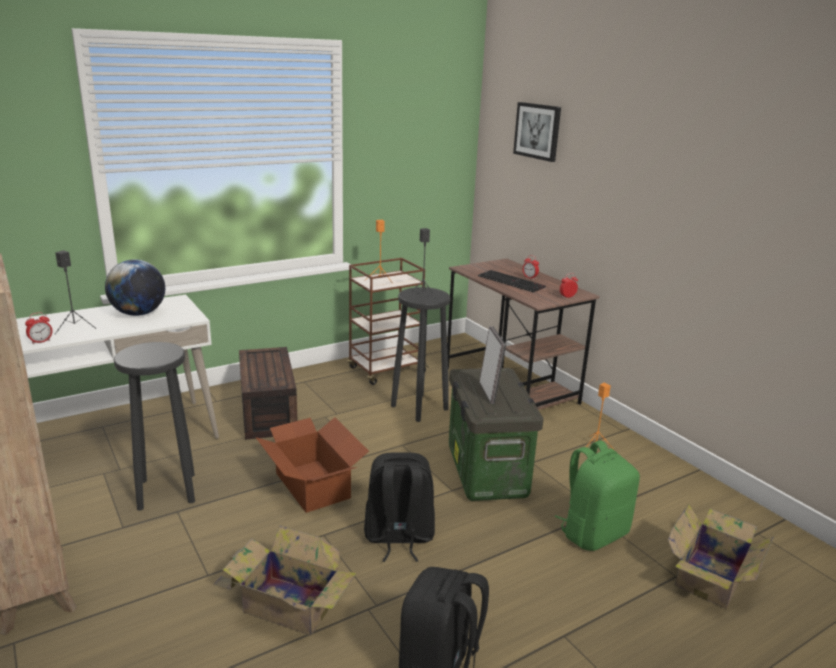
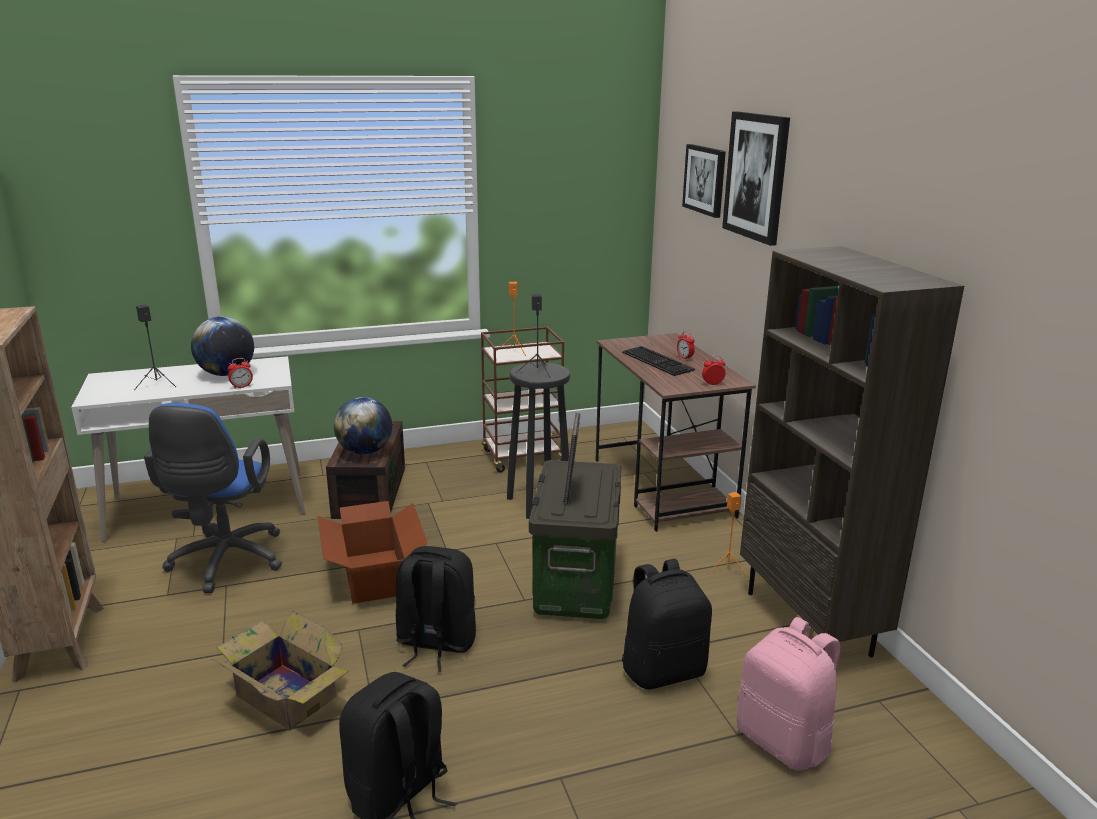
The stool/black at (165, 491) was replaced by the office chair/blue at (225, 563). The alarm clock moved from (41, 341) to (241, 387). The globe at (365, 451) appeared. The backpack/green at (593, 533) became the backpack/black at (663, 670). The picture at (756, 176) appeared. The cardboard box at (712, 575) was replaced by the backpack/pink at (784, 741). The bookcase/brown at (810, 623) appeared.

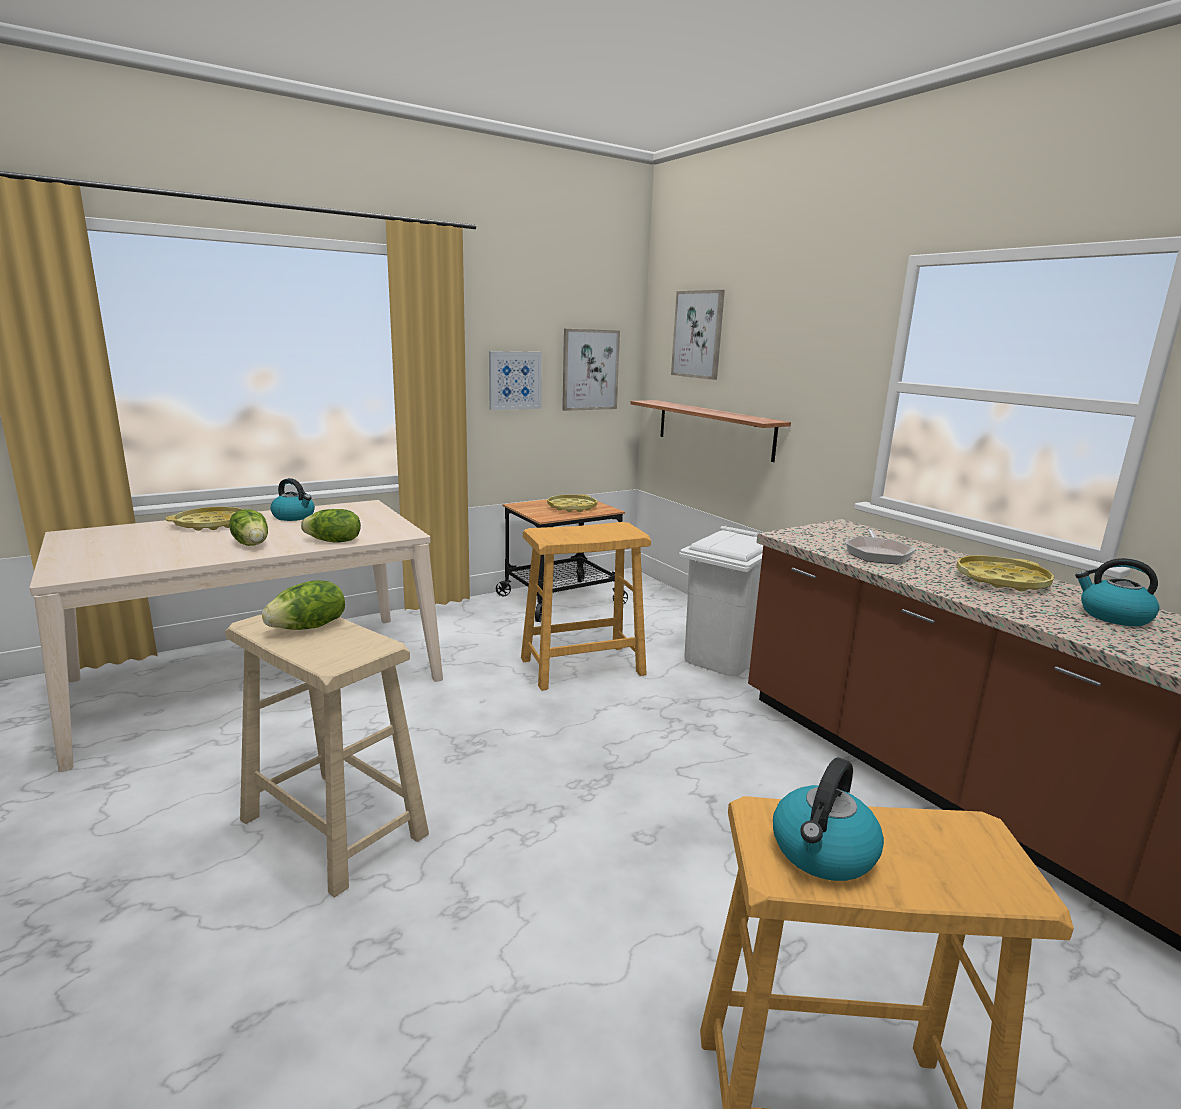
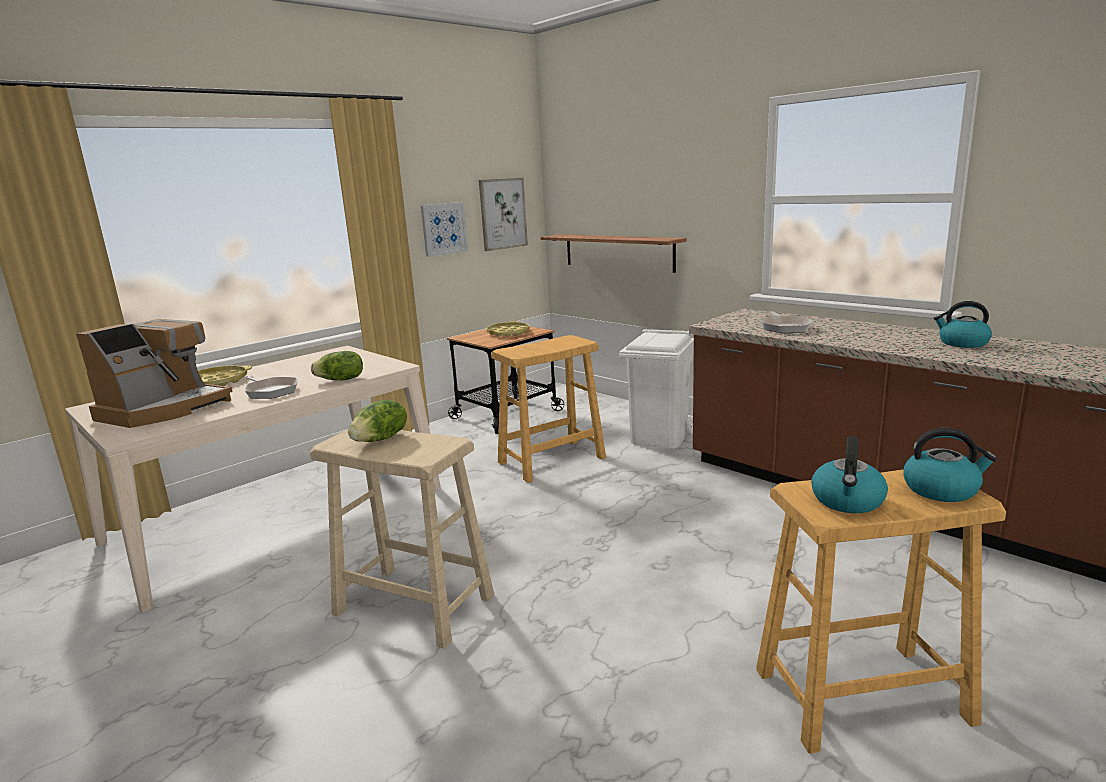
The coffee machine at (165, 409) appeared. The lettuce at (252, 544) was replaced by the frying pan at (271, 391). The kettle moved from (294, 517) to (941, 490). The picture at (698, 334) disappeared. The tray/yellow at (1001, 580) disappeared.

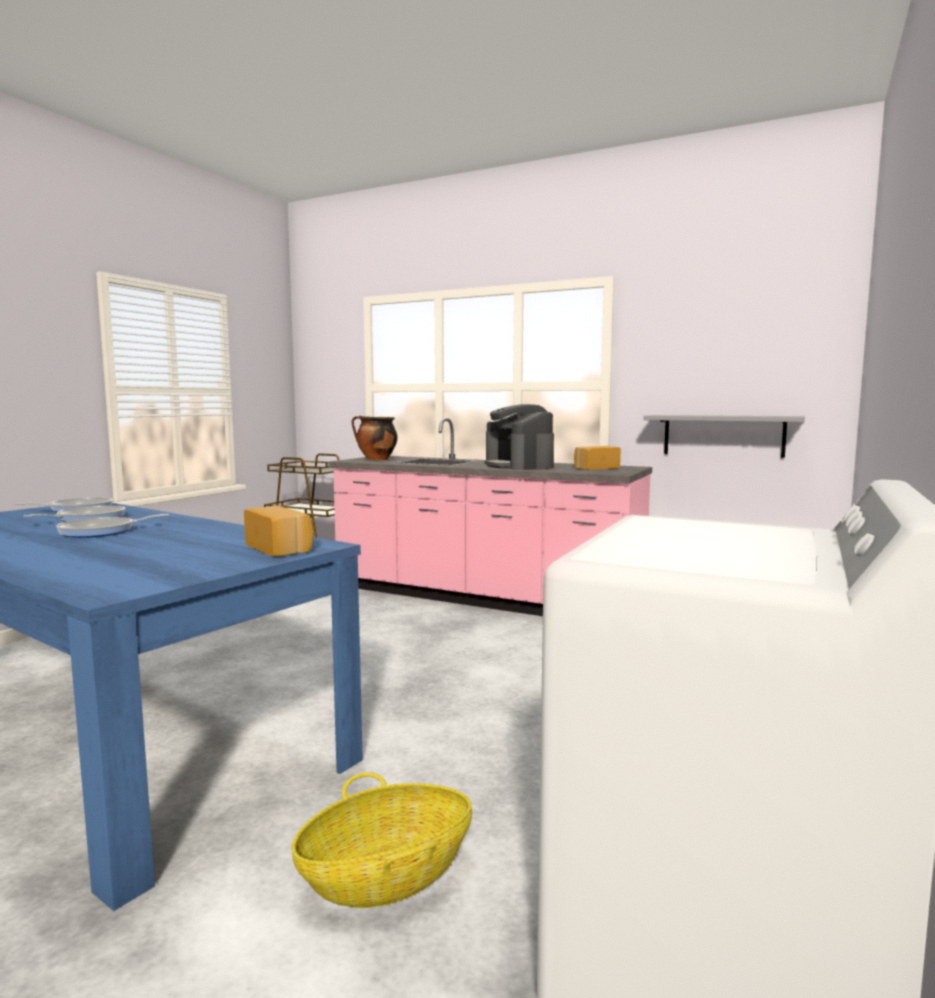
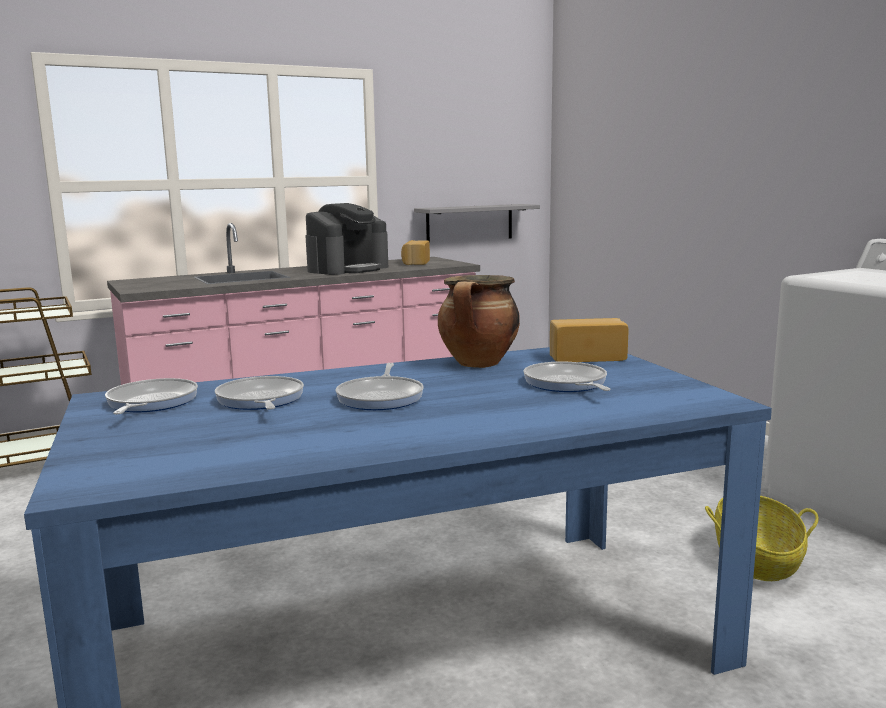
The coffee machine at (519, 466) turned 60 degrees counterclockwise. The cooking pot moved from (376, 459) to (478, 364). The frying pan at (566, 384) appeared.

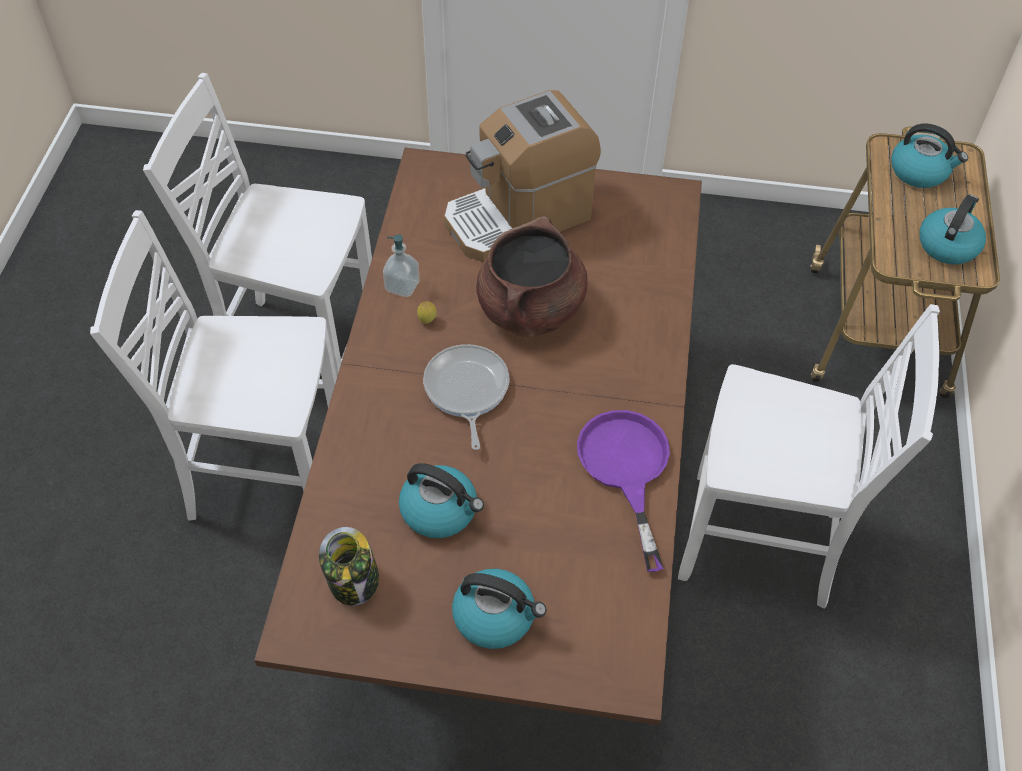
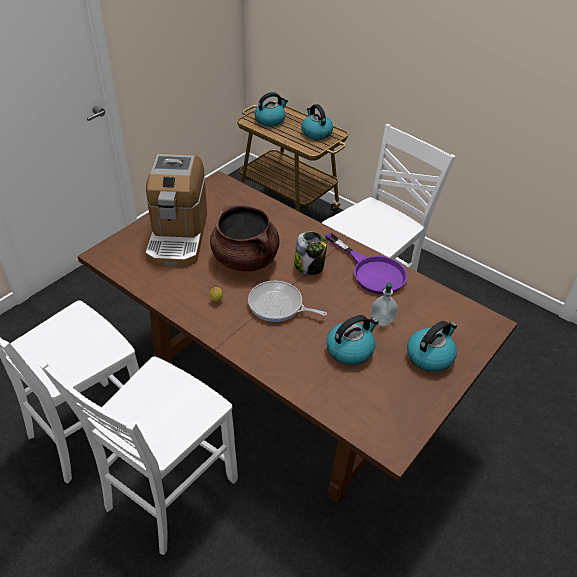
The jar moved from (353, 581) to (309, 266). The frying pan/purple at (626, 469) turned 150 degrees counterclockwise. The soap dispenser moved from (402, 286) to (382, 319).

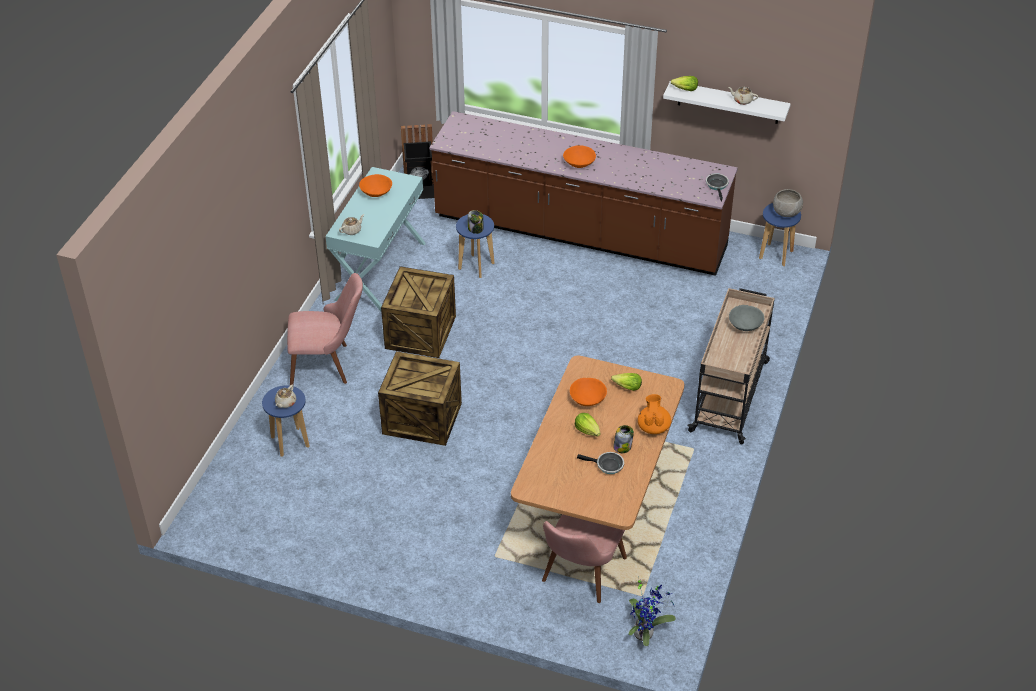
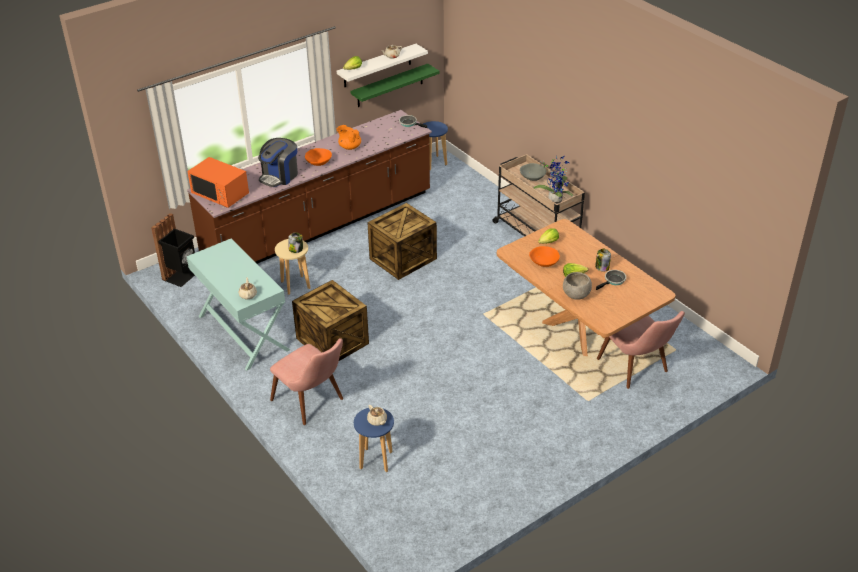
The microwave/orange at (220, 195) appeared. The coffee machine at (279, 176) appeared. The chair/pink at (328, 364) turned 105 degrees clockwise. The stool/blue at (476, 266) became the stool/beige at (295, 285). The teapot/orange moved from (653, 427) to (349, 147). The shelf/green at (390, 85) appeared. The crate moved from (421, 419) to (403, 259). The potted plant moved from (645, 633) to (555, 199). The bowl/grey moved from (786, 213) to (576, 295). The bowl/orange at (376, 192) disappeared.

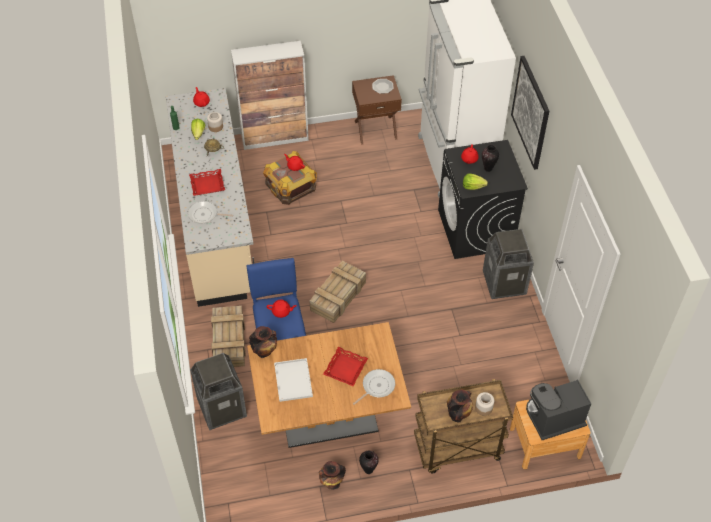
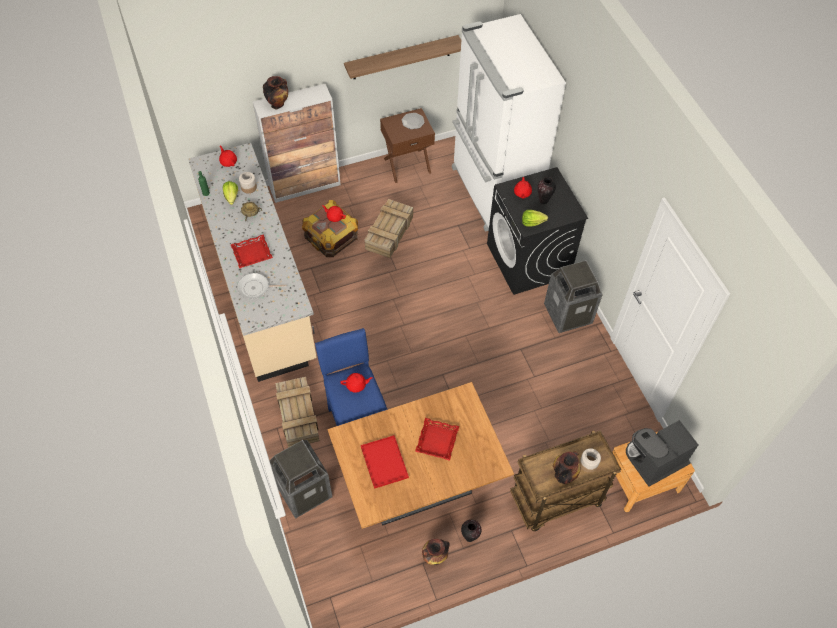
The vase moved from (265, 351) to (278, 104). The shelf at (401, 57) appeared. The tray/white at (294, 381) became the tray/red at (385, 463). The crate moved from (338, 297) to (389, 234). The frying pan at (377, 386) disappeared. The picture at (531, 112) disappeared.

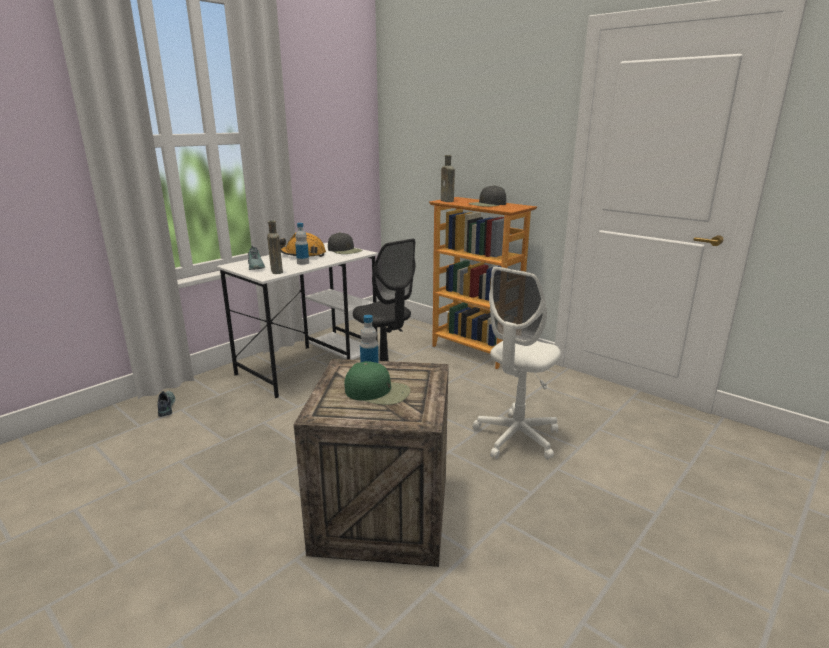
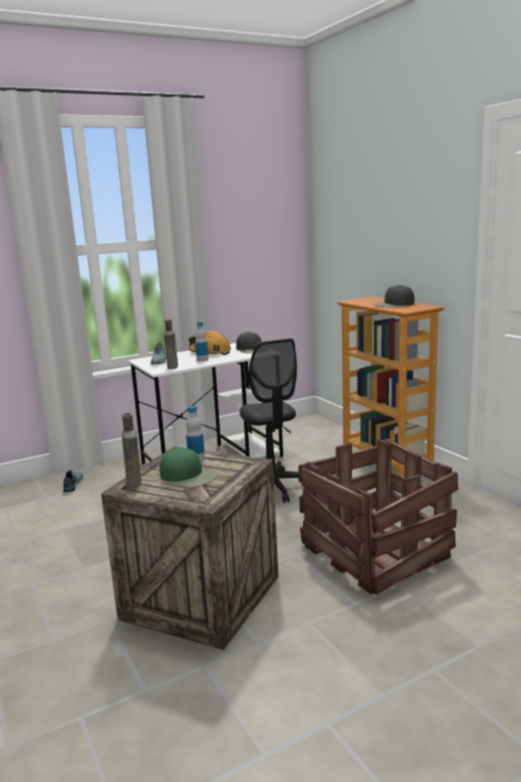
The bottle/brown moved from (447, 201) to (134, 482). The office chair/white at (516, 438) was replaced by the crate at (374, 551).

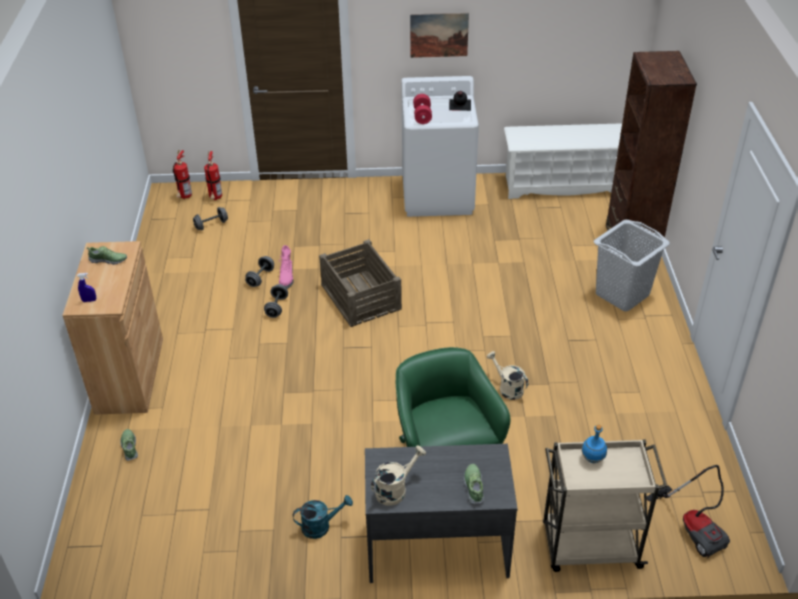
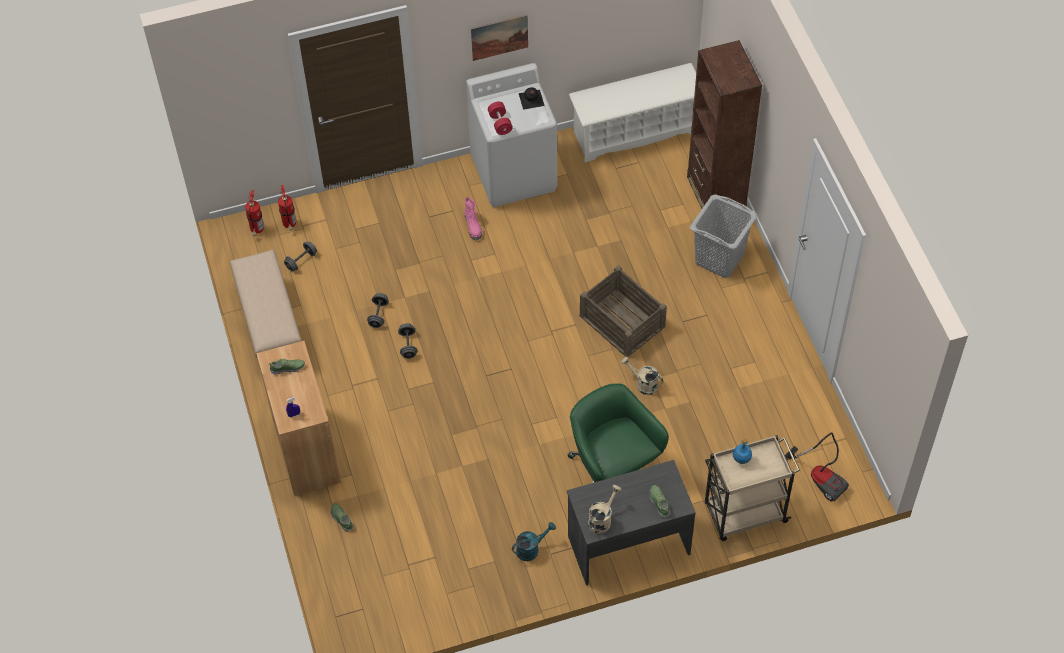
The bench/beige at (270, 326) appeared. The boot/pink moved from (287, 278) to (473, 227). The crate moved from (361, 296) to (622, 320).

